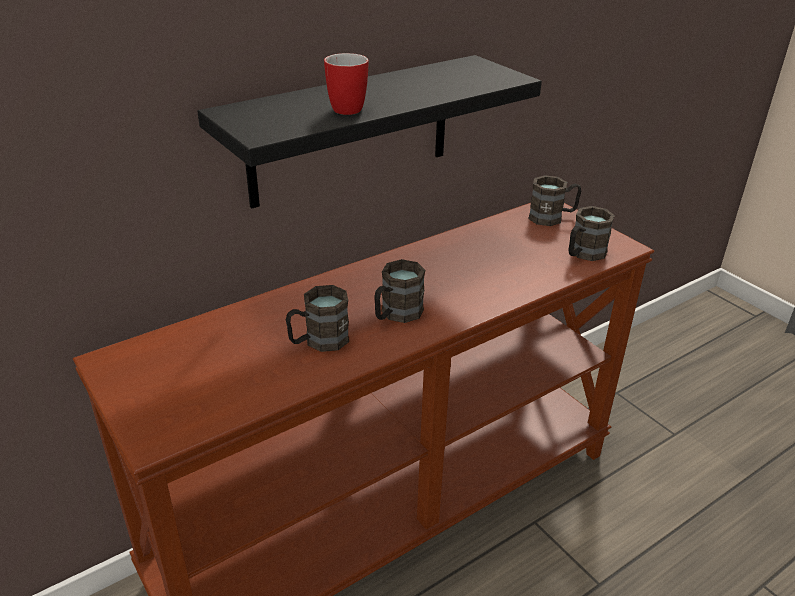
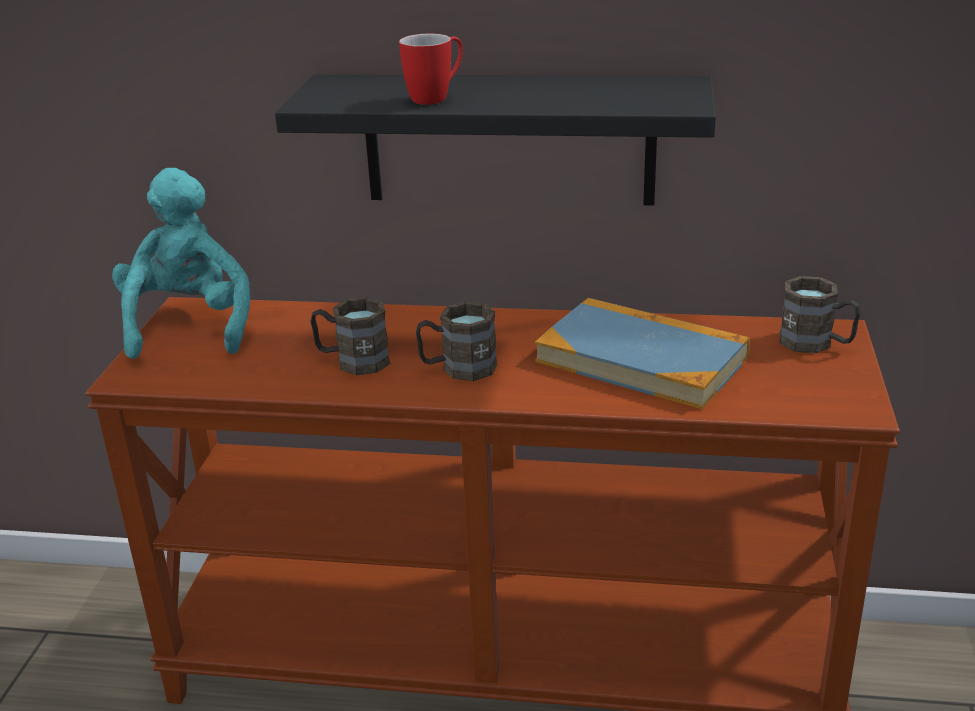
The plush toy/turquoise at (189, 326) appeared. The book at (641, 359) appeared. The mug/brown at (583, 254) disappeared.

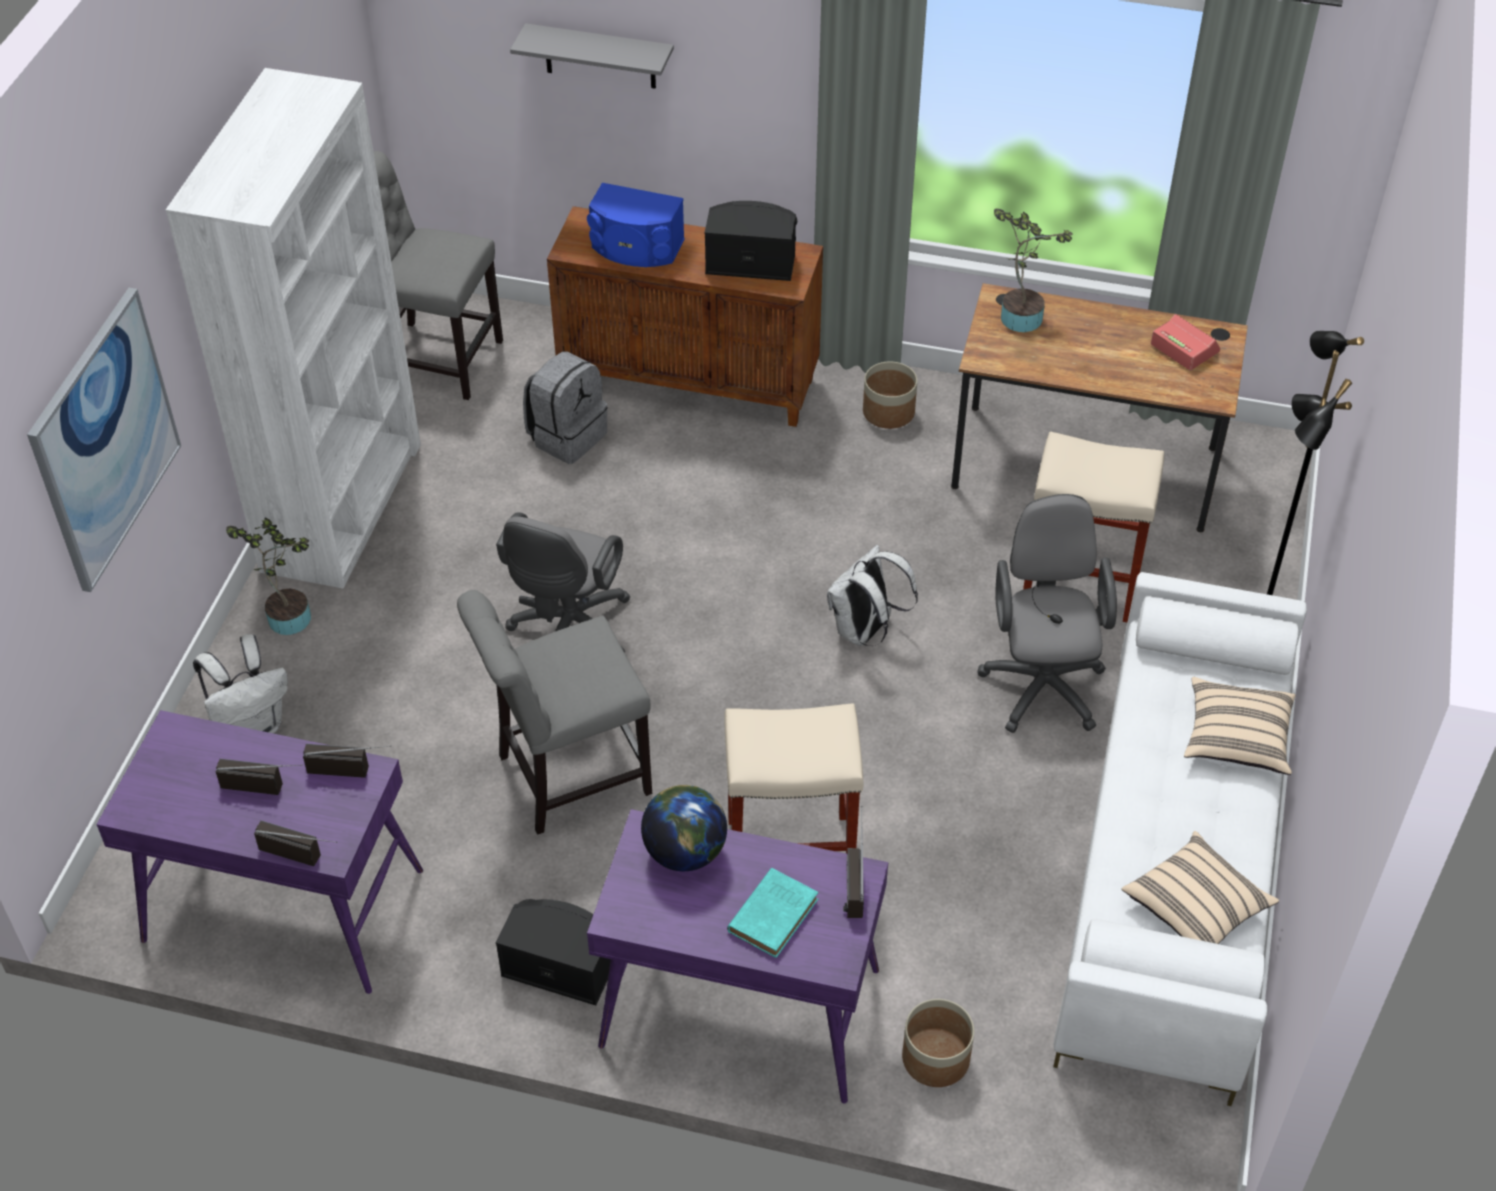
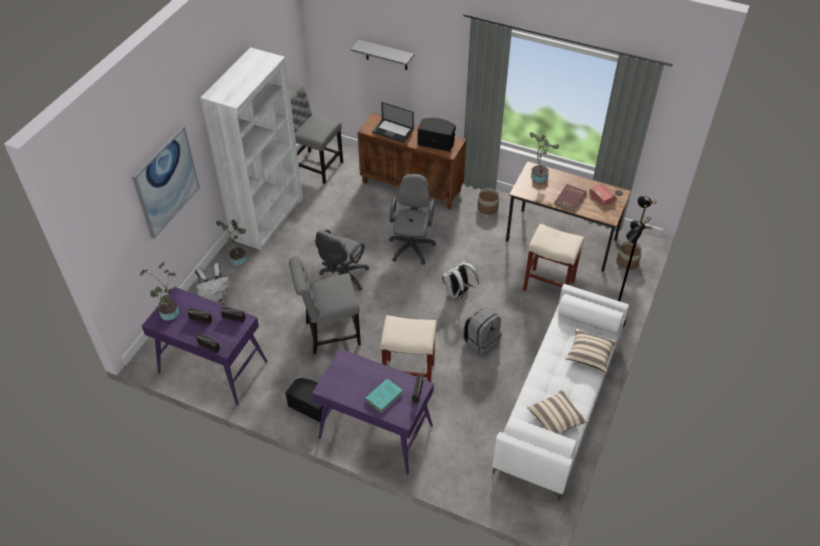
The potted plant at (169, 314) appeared. The speaker/blue at (635, 248) was replaced by the laptop at (392, 131). The office chair/grey moved from (1042, 681) to (412, 246). The backpack/grey moved from (567, 436) to (481, 342). The book/red at (571, 199) appeared. The planter moved from (935, 1058) to (627, 262). The globe at (685, 852) disappeared.

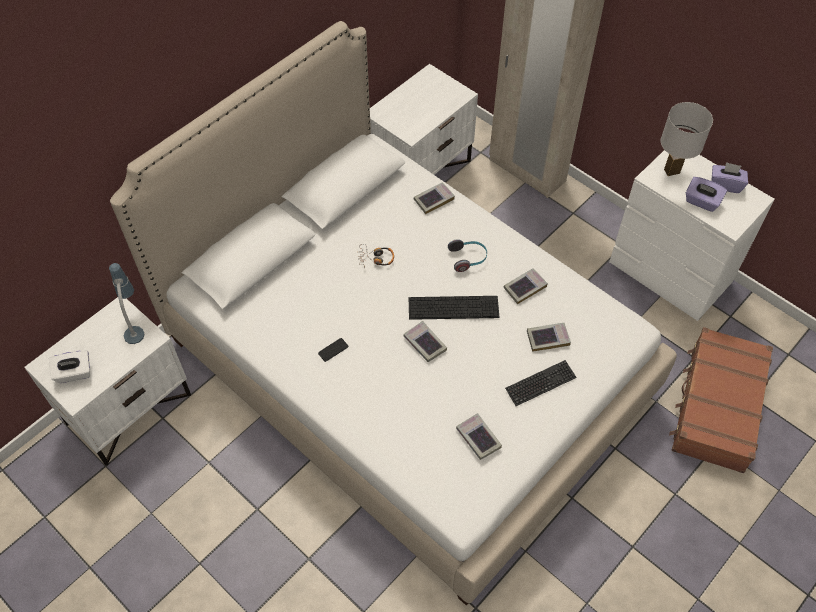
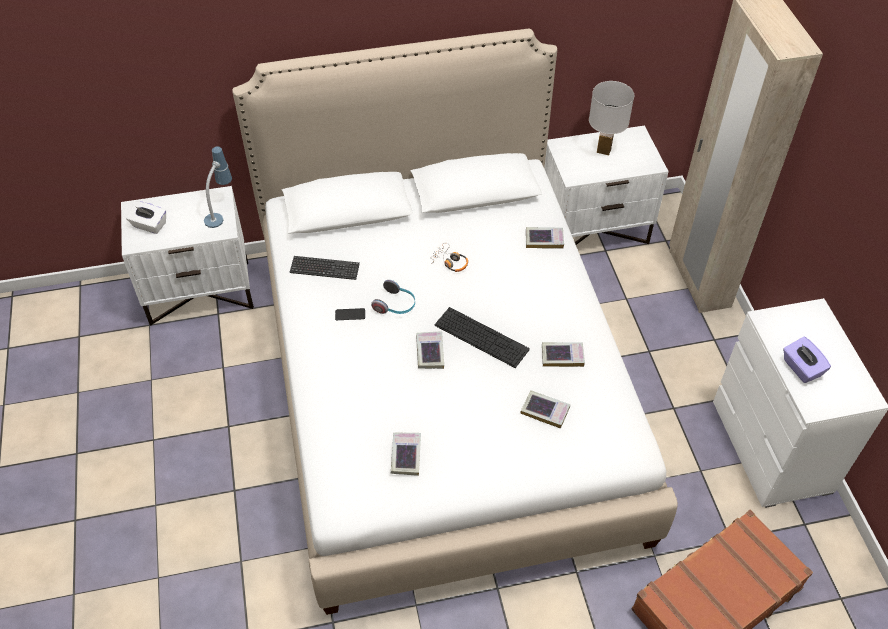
The keyboard moved from (540, 384) to (325, 269). The headphones moved from (468, 258) to (396, 305). The table lamp/white moved from (671, 171) to (603, 151). The tissue box/purple at (725, 185) disappeared.

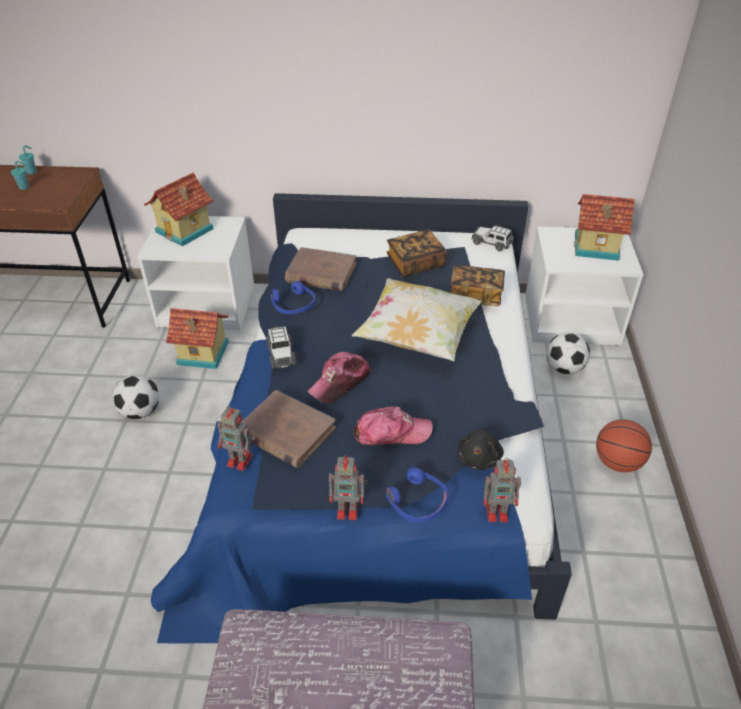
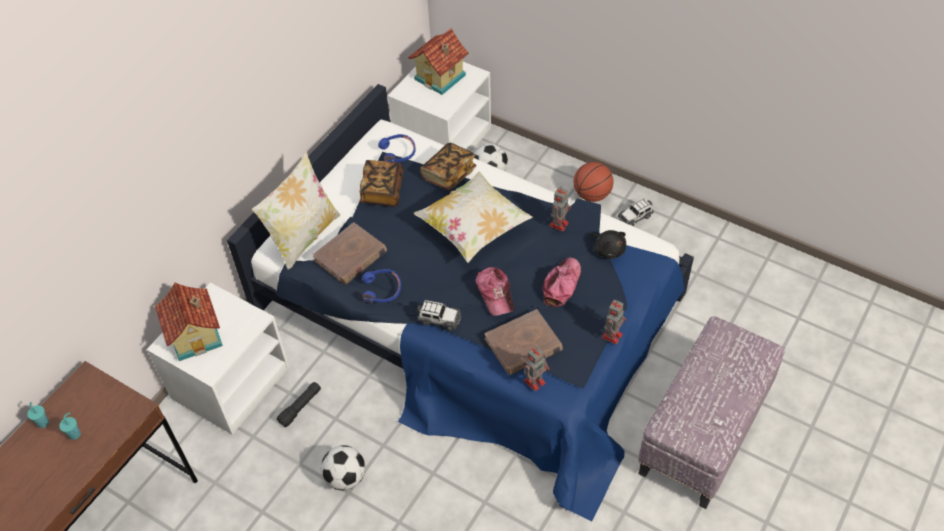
The pillow at (304, 237) appeared. The toy house at (202, 354) was replaced by the flashlight/black at (300, 407). The headphones/blue moved from (417, 501) to (398, 152). The toy robot moved from (498, 512) to (559, 223). The toy car moved from (491, 243) to (635, 217).

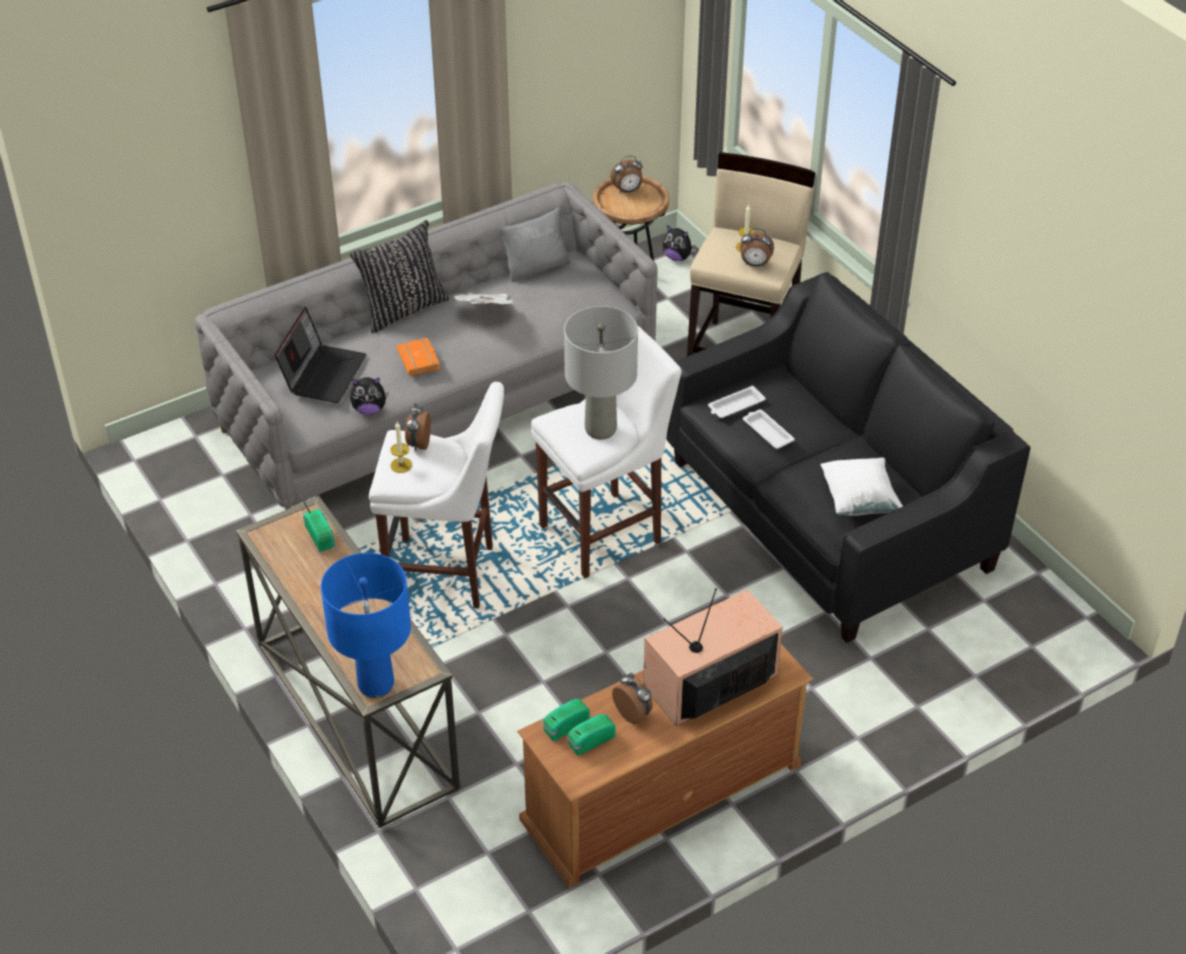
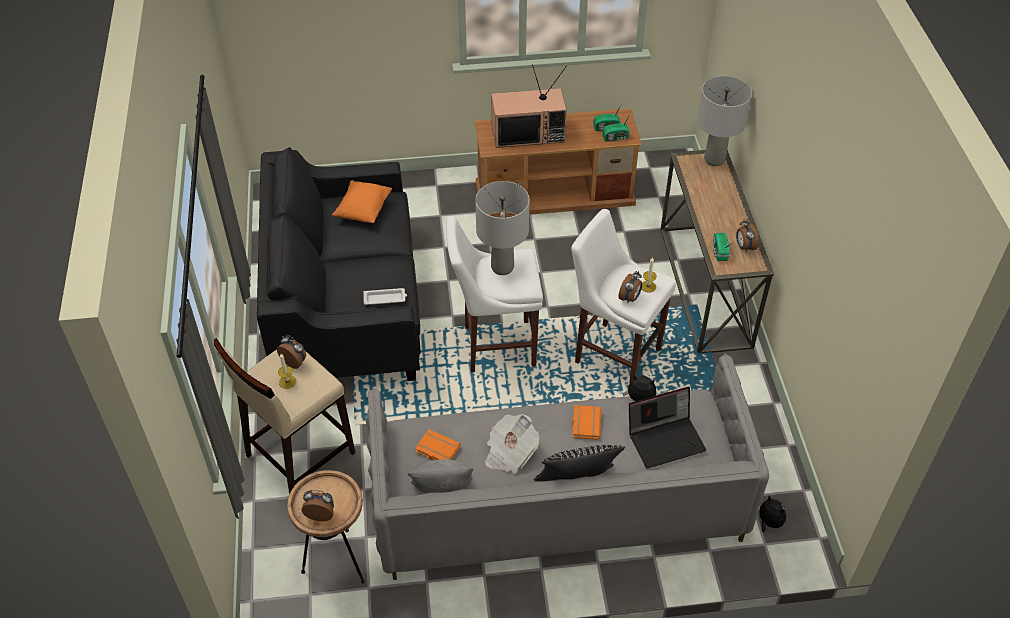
The pillow/white at (859, 501) became the pillow/orange at (363, 211). The book/orange at (436, 450) appeared. The laptop at (323, 373) turned 150 degrees counterclockwise. The table lamp/blue at (376, 685) became the table lamp/grey at (714, 159). The alarm clock moved from (633, 714) to (744, 247). The plush toy moved from (677, 257) to (768, 522). The tray/white at (767, 432) disappeared.

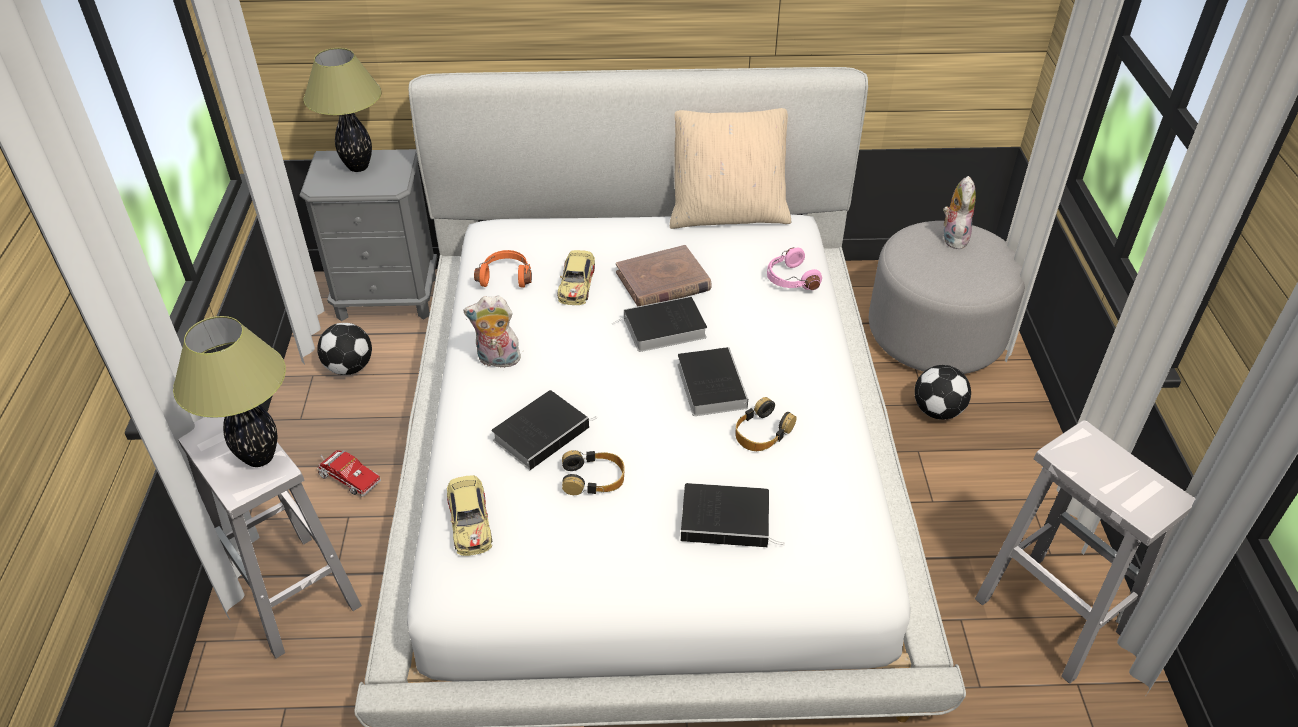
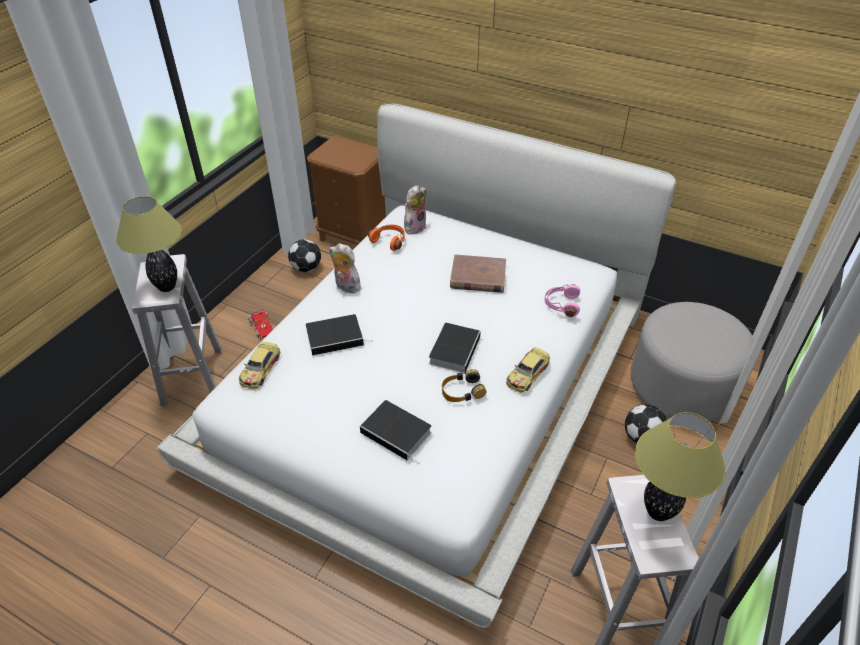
The nightstand/grey at (388, 297) became the nightstand/brown at (354, 236). The plush toy moved from (953, 237) to (414, 227). The toy car moved from (576, 283) to (527, 373). The table lamp moved from (357, 167) to (657, 512). The headphones at (593, 478) disappeared. The book at (662, 329) disappeared. The pillow/beige at (728, 214) disappeared.

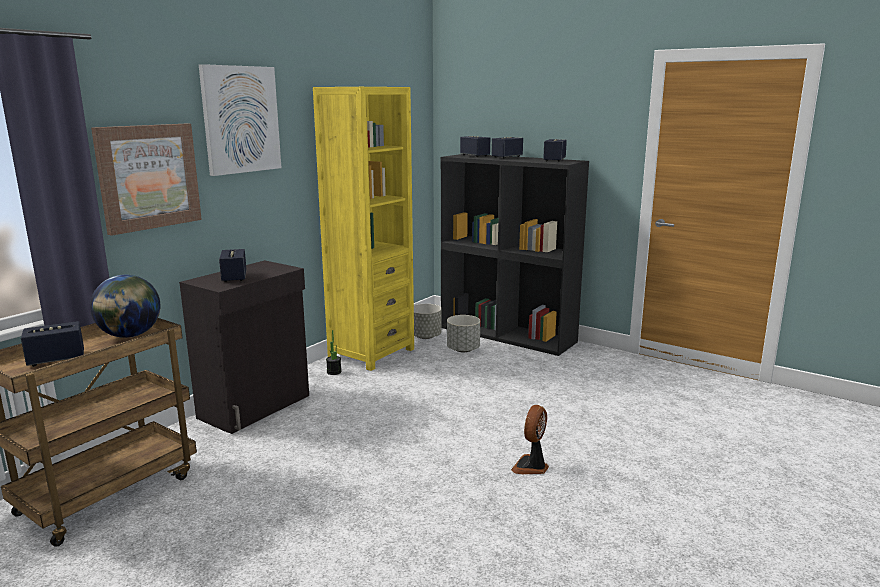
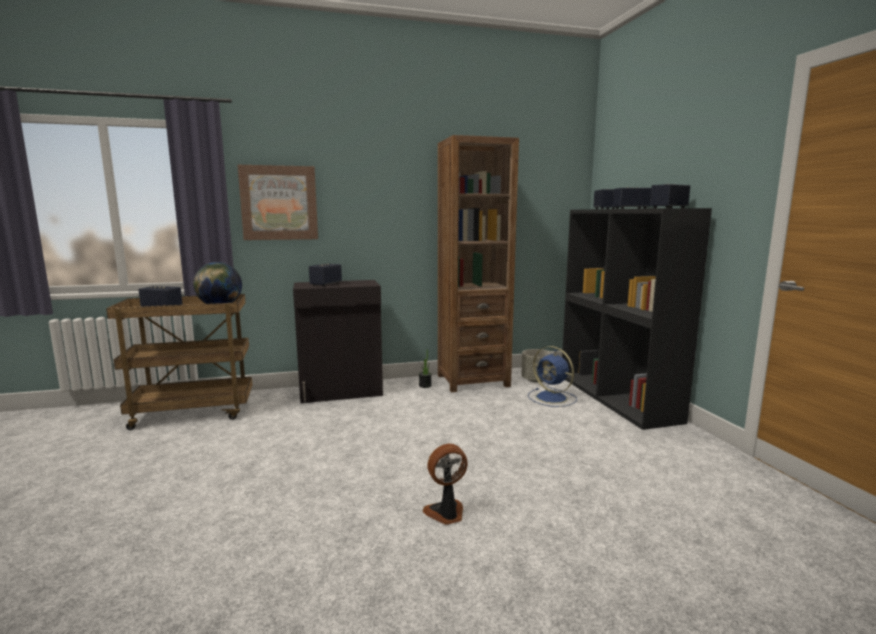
The bookcase/yellow at (371, 353) became the bookcase/brown at (473, 380). The planter/grey at (463, 349) was replaced by the fan/blue at (552, 398). The picture at (240, 119) disappeared.

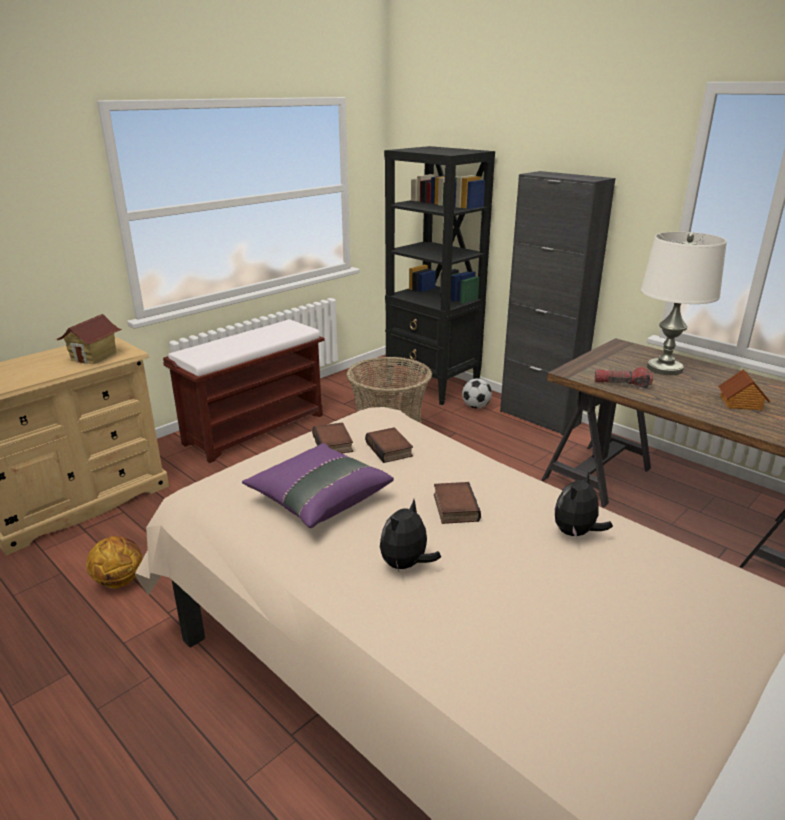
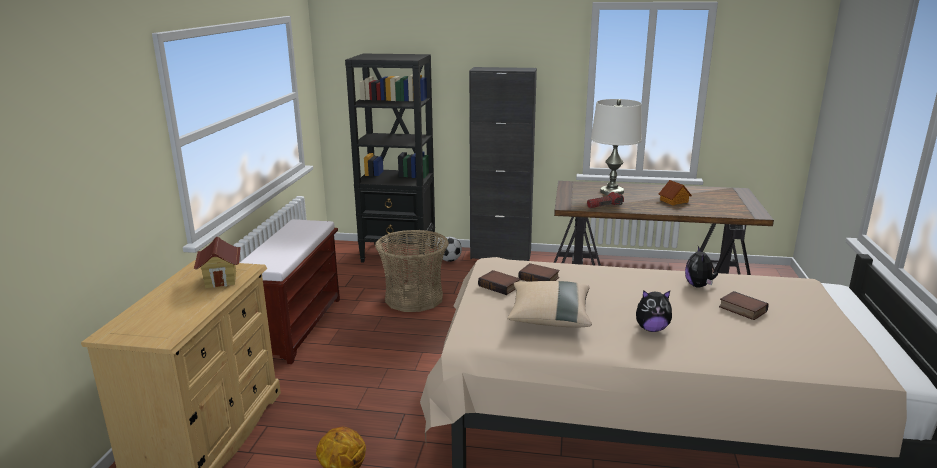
The pillow/purple at (318, 500) became the pillow/beige at (549, 317). The plush toy at (406, 565) turned 90 degrees counterclockwise. The book moved from (454, 507) to (741, 309).

